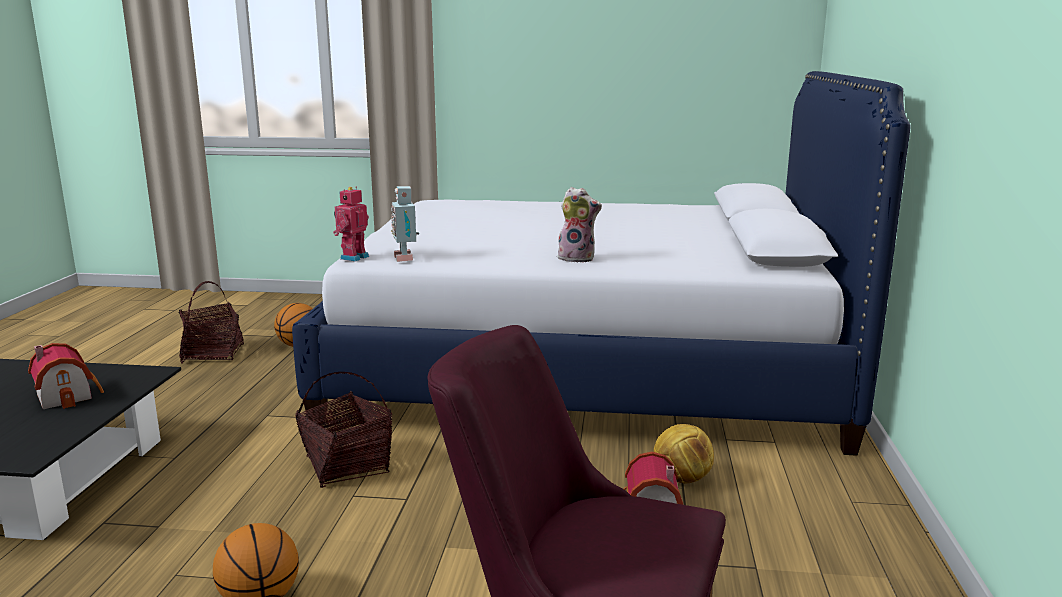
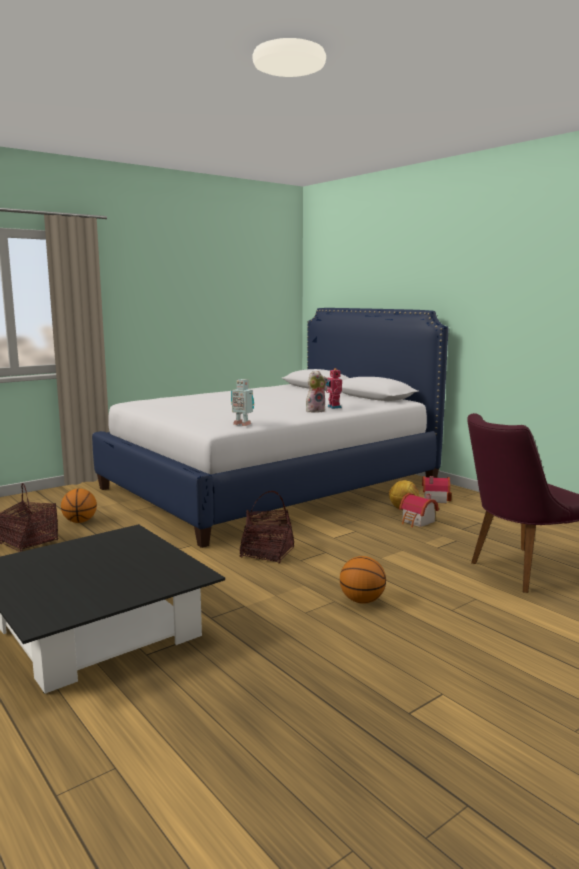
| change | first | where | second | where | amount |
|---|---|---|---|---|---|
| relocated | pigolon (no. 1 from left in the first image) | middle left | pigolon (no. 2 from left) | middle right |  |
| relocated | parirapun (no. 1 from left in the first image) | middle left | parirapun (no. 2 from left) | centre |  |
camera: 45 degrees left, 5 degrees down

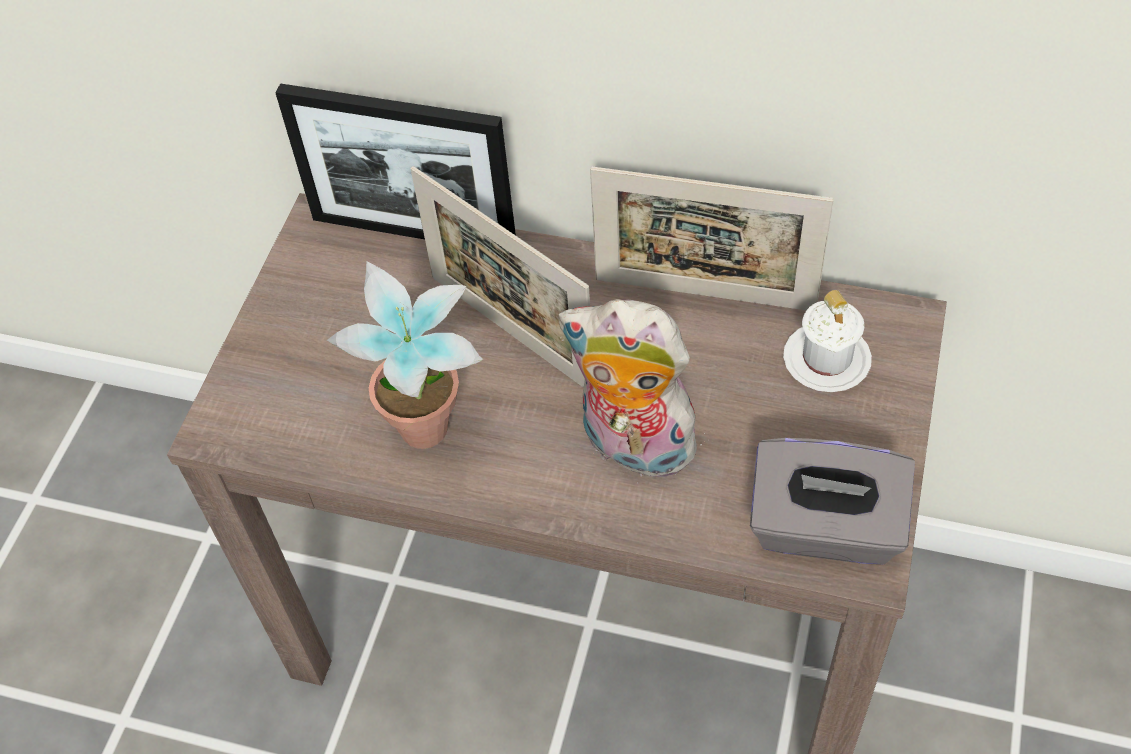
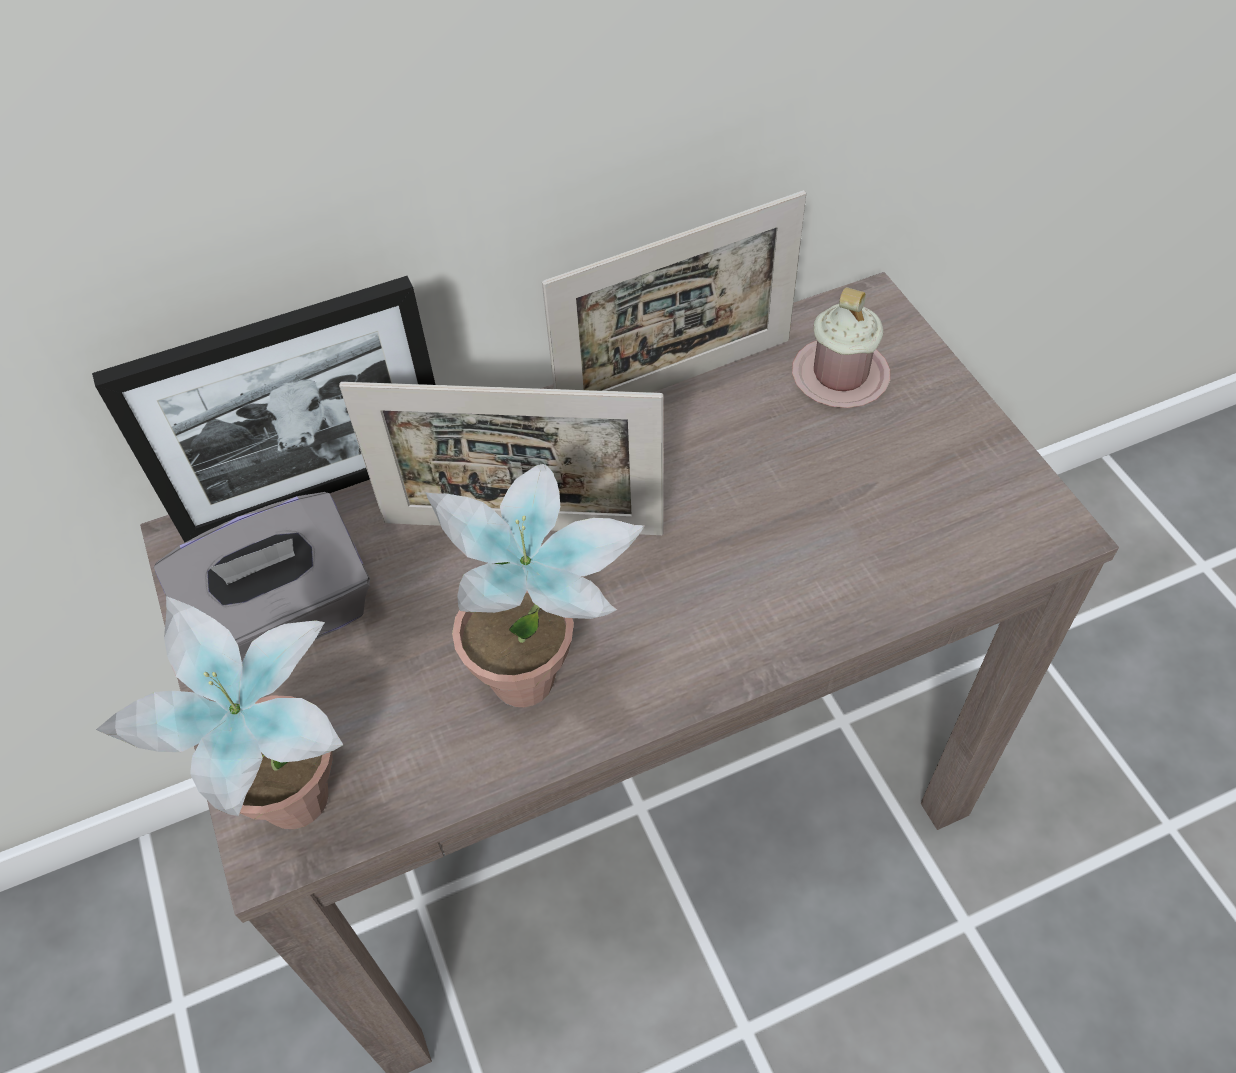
| change | first | where | second | where | amount |
|---|---|---|---|---|---|
| missing | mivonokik | centre |  |  |  |
| relocated | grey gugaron | middle right |  | middle left |  |
| colour | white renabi | middle right | pink renabi | top right |  |
| appeared |  |  | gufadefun (no. 1 from left) | middle left |  |
camera: 40 degrees left, 0 degrees up

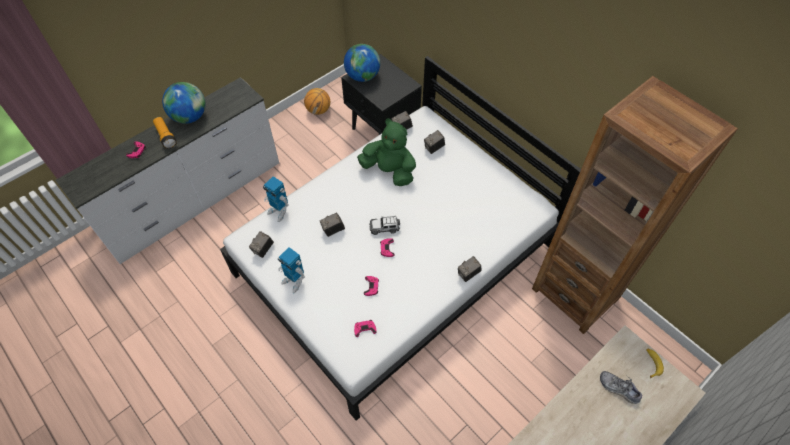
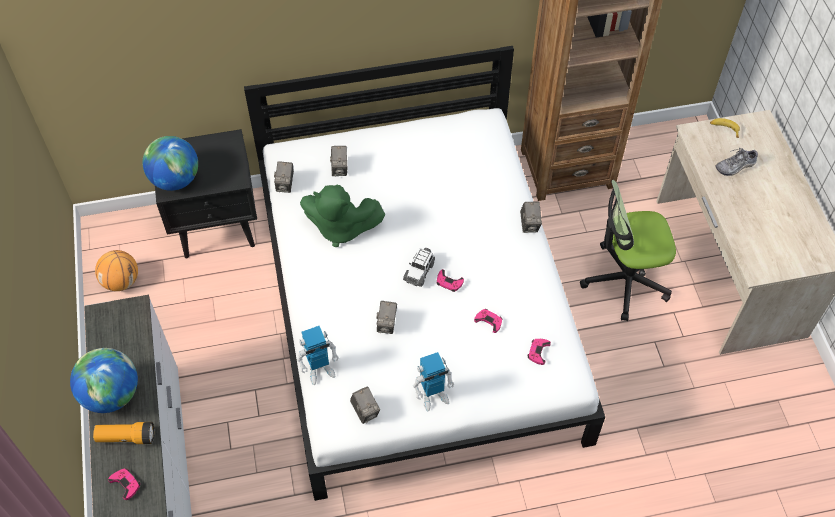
| change | first | where | second | where | amount |
|---|---|---|---|---|---|
| spun | green mivonokik | centre |  | centre | 135 degrees counterclockwise |
| appeared |  |  | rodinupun | middle right |  |
camera: 60 degrees left, 0 degrees up

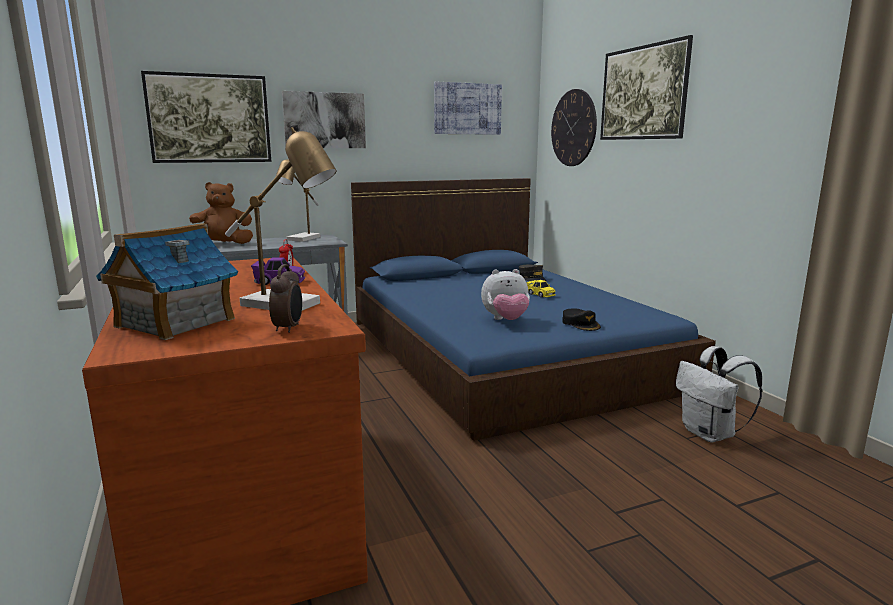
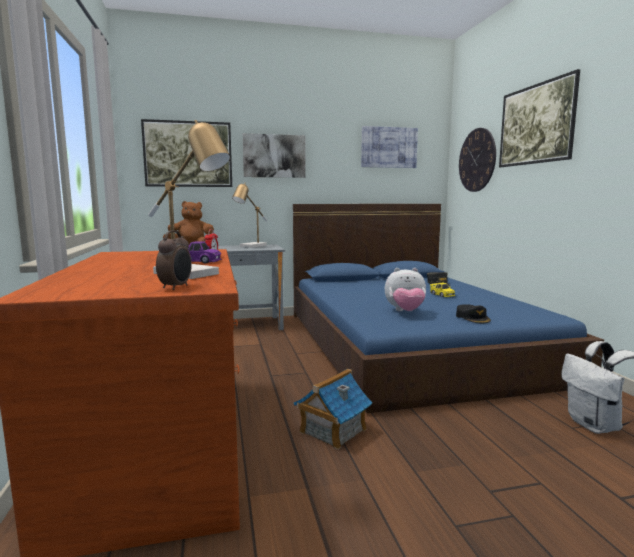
| change | first | where | second | where | amount |
|---|---|---|---|---|---|
| relocated | pigolon | middle left |  | bottom centre |  |
camera: 10 degrees right, 5 degrees down

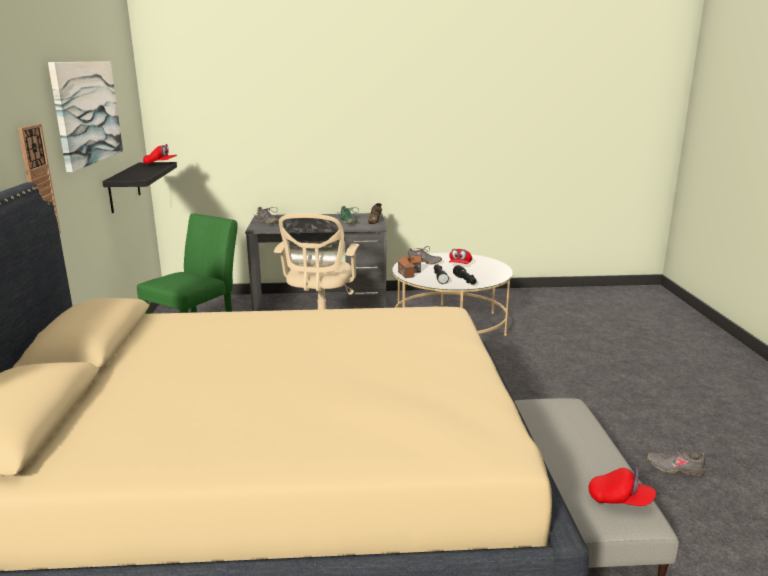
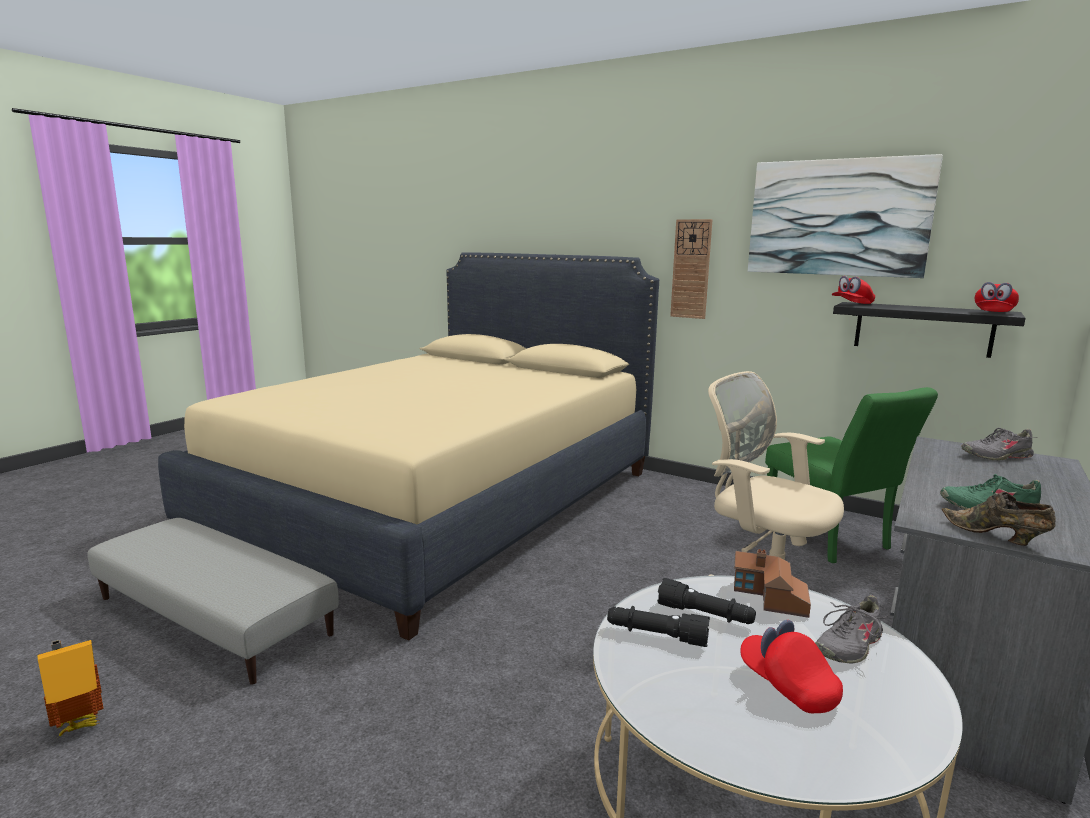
| change | first | where | second | where | amount |
|---|---|---|---|---|---|
| relocated | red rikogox (no. 3 from left in the first image) | bottom right | red rikogox (no. 2 from left) | middle right |  |
| exchanged | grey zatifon (no. 3 from left) | bottom right | pigolon (no. 1 from left) | bottom left |  |
camera: 125 degrees right, 5 degrees down

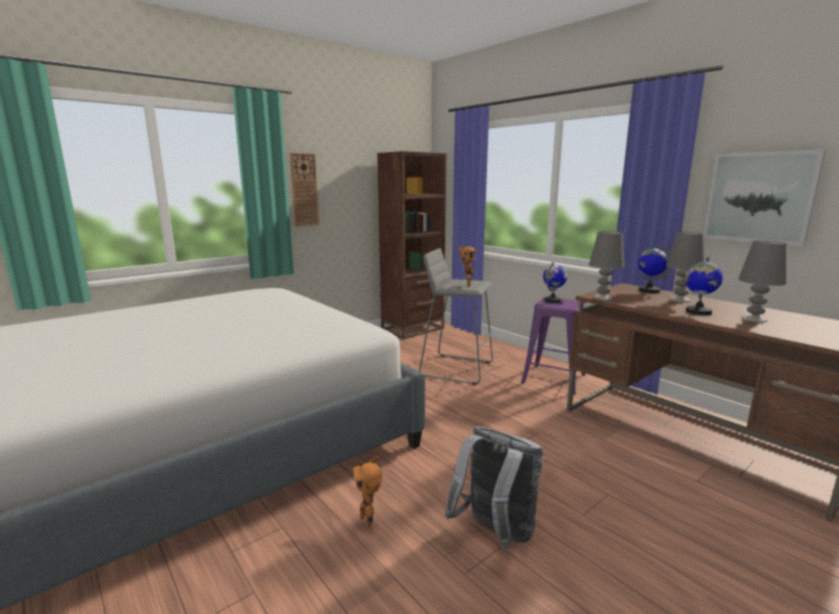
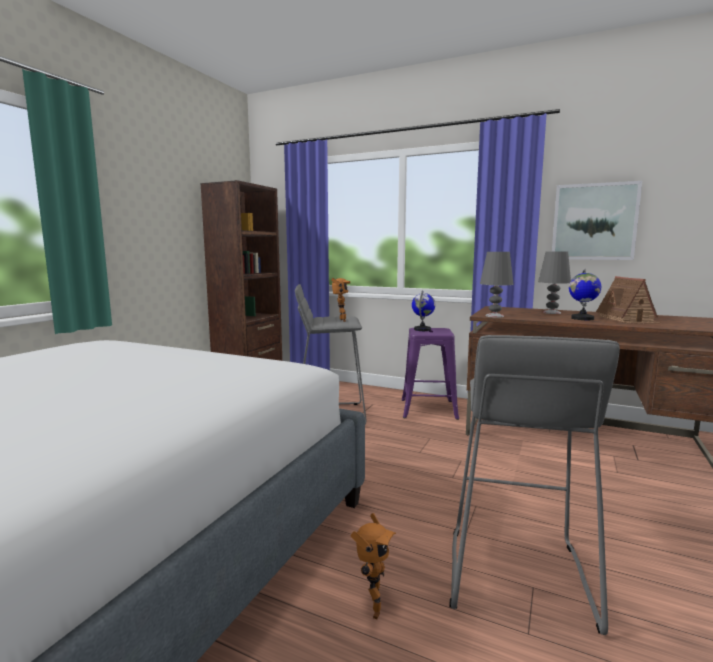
| change | first | where | second | where | amount |
|---|---|---|---|---|---|
| missing | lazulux | top centre |  |  |  |
| spun | parirapun (no. 1 from left in the first image) | bottom centre | parirapun (no. 2 from left) | bottom centre | 120 degrees counterclockwise |
| exchanged | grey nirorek | bottom centre | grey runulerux (no. 2 from left) | bottom right |  |
| missing | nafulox (no. 2 from left) | middle right |  |  |  |
| exchanged | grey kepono (no. 3 from left) | middle right | pigolon | middle right |  |
camera: 25 degrees left, 5 degrees down

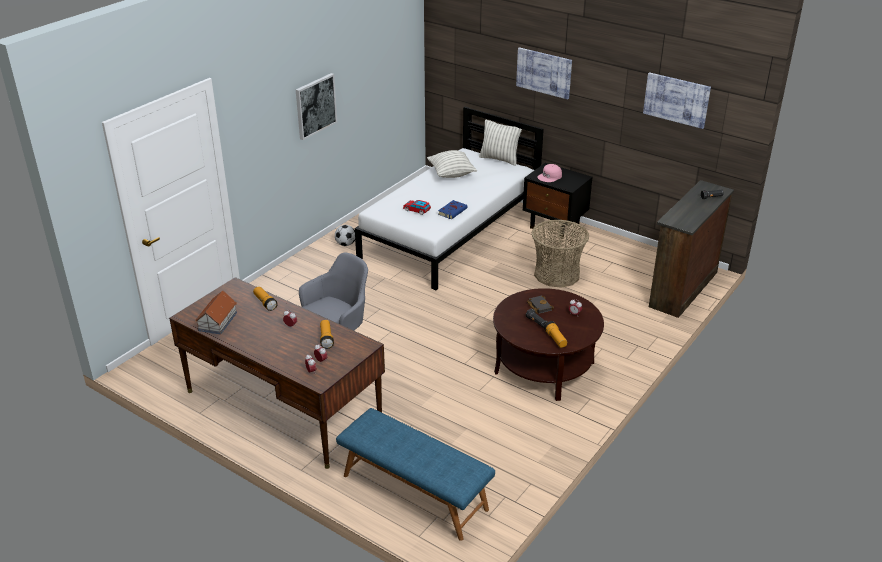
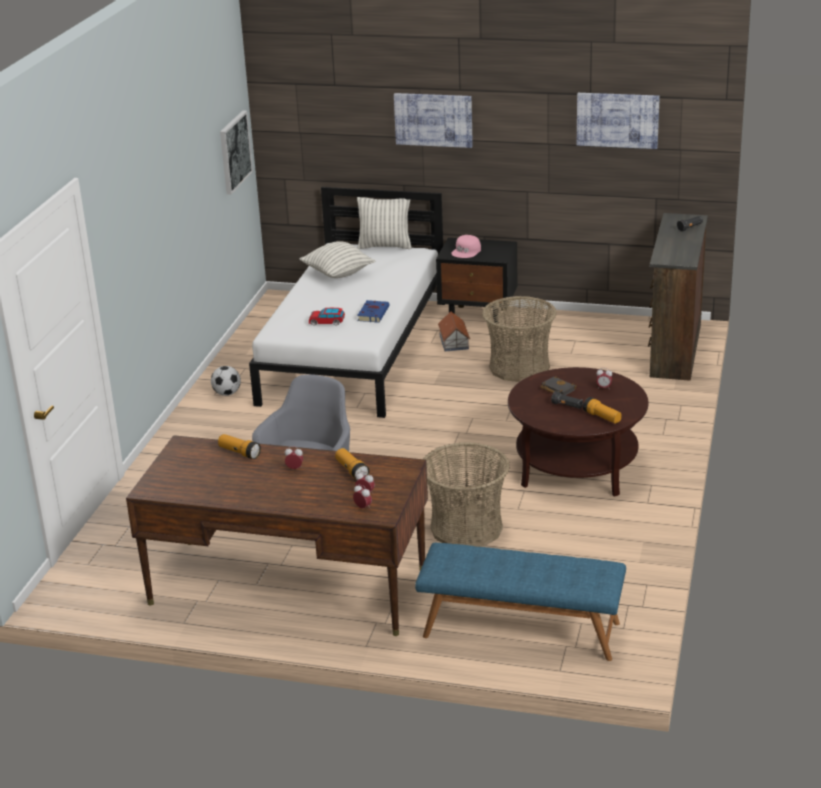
| change | first | where | second | where | amount |
|---|---|---|---|---|---|
| relocated | pigolon | middle left |  | centre |  |
| relocated | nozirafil (no. 1 from left) | top centre |  | top left |  |
| appeared |  |  | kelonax (no. 1 from left) | centre |  |
camera: 20 degrees left, 5 degrees down

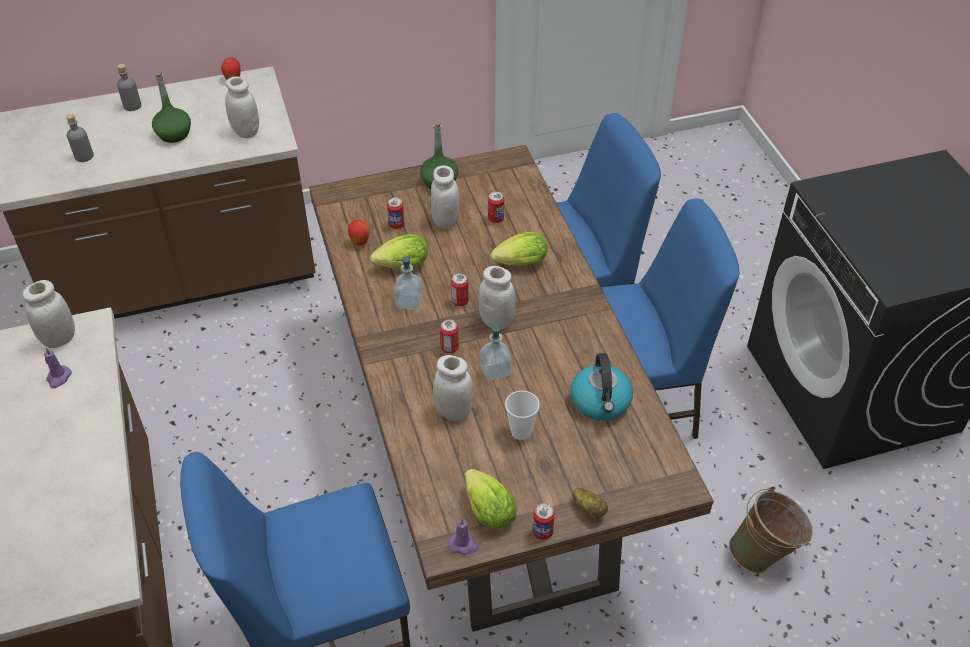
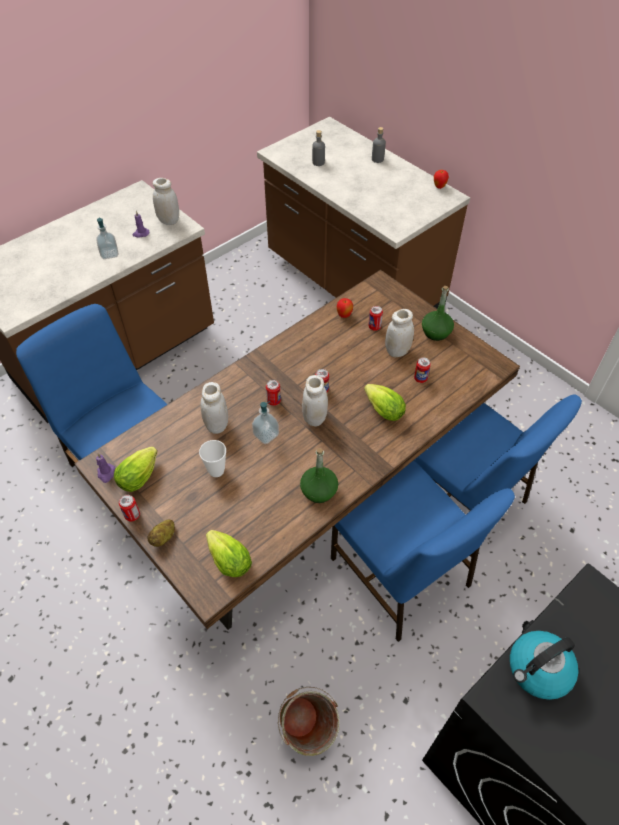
| change | first | where | second | where | amount |
|---|---|---|---|---|---|
| relocated | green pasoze (no. 1 from left) | top left |  | centre |  |
| missing | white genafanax (no. 2 from left) | top left |  |  |  |
| relocated | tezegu (no. 1 from left in the first image) | centre | tezegu (no. 2 from left) | bottom centre |  |
| relocated | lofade (no. 1 from left) | centre |  | top left |  |
| relocated | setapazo | centre |  | bottom right |  |
camera: 65 degrees right, 5 degrees up

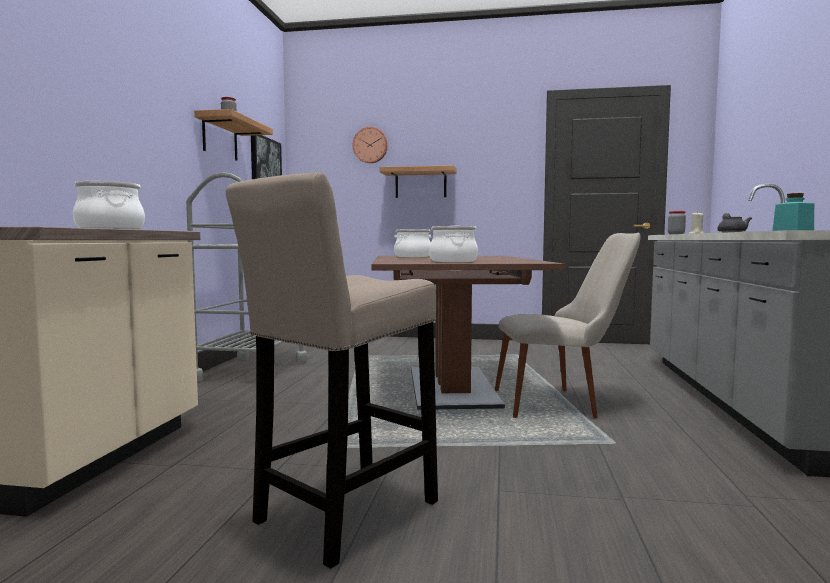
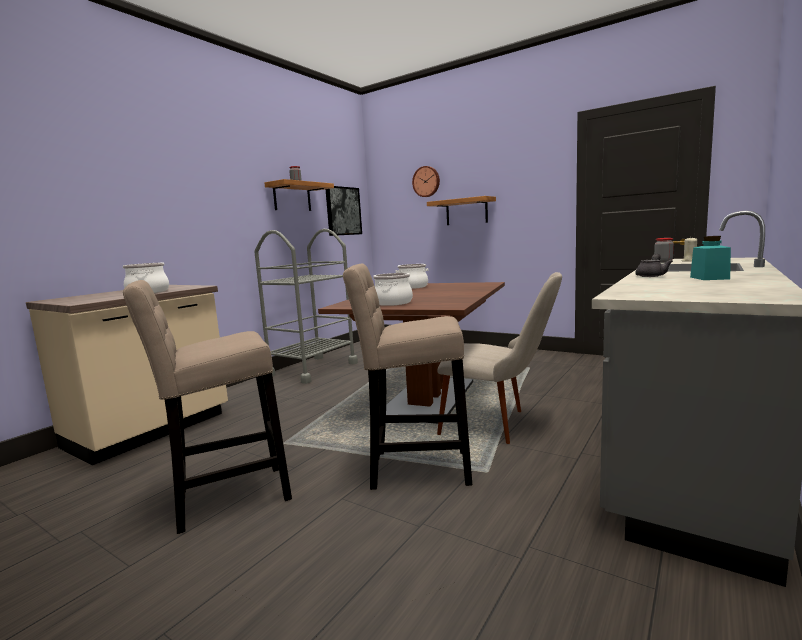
| change | first | where | second | where | amount |
|---|---|---|---|---|---|
| appeared |  |  | beige runulerux (no. 2 from left) | centre |  |
camera: 25 degrees right, 5 degrees up

